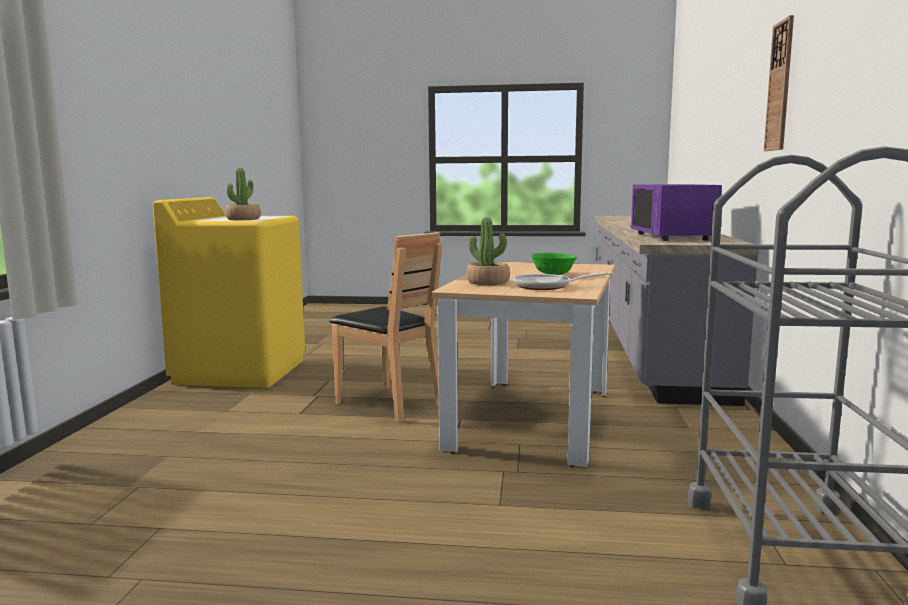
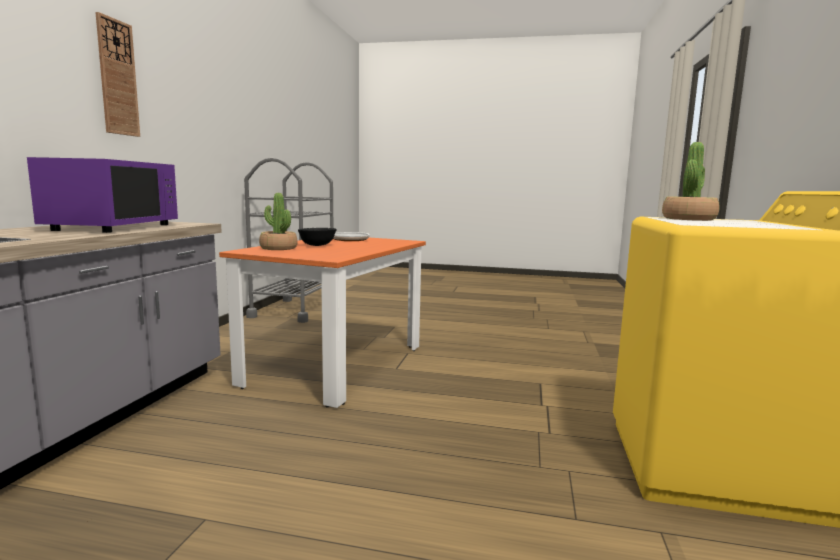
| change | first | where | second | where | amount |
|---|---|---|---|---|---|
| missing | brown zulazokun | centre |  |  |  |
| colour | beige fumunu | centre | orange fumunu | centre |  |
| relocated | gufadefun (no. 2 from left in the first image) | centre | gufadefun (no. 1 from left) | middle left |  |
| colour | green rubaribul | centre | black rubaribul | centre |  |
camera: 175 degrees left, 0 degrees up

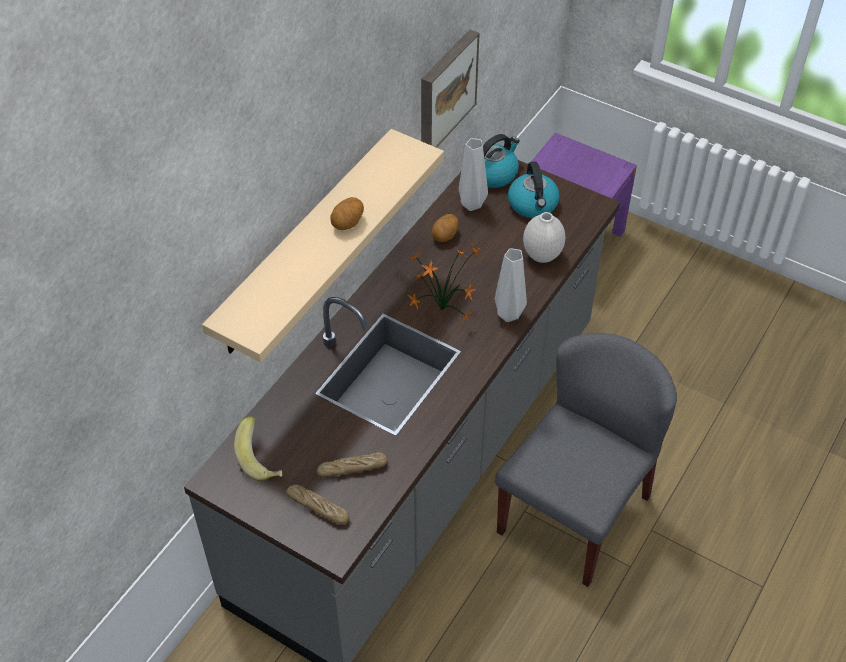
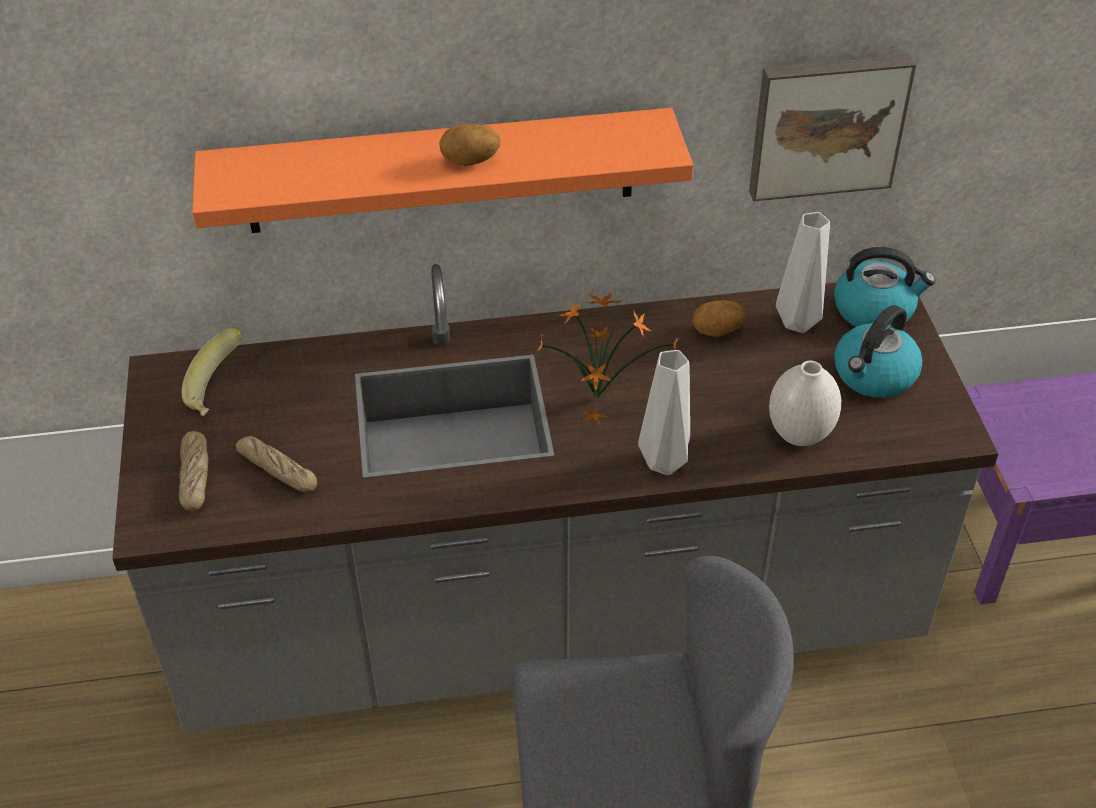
| change | first | where | second | where | amount |
|---|---|---|---|---|---|
| colour | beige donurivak | centre | orange donurivak | top centre |  |
camera: 50 degrees right, 5 degrees down

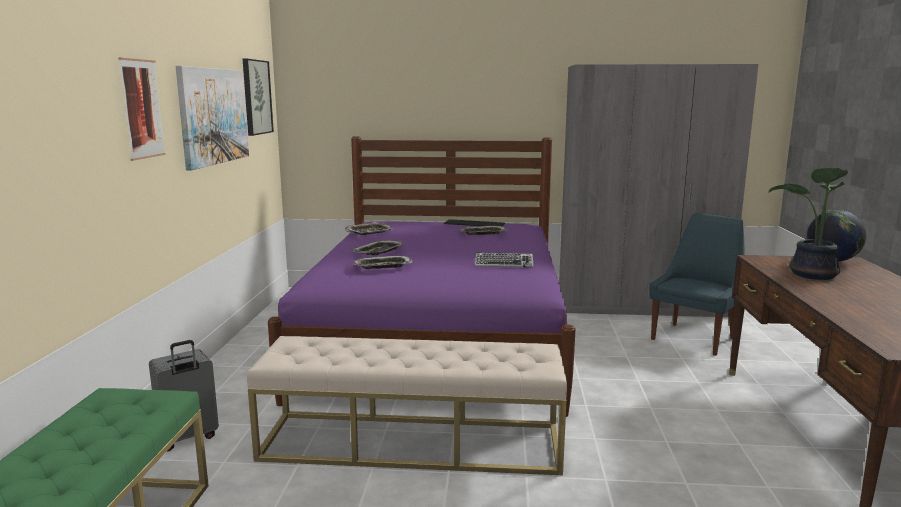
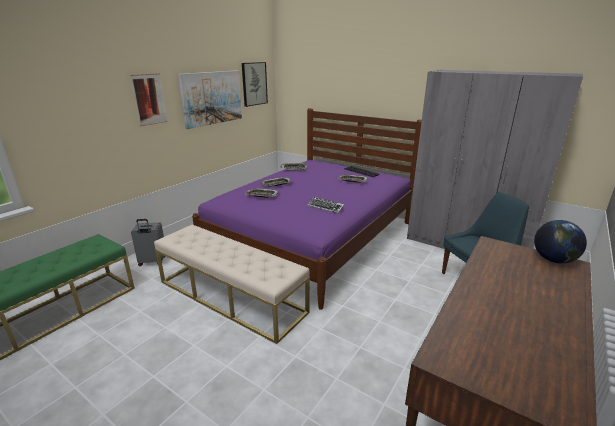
| change | first | where | second | where | amount |
|---|---|---|---|---|---|
| missing | gufadefun | middle right |  |  |  |
camera: 30 degrees right, 10 degrees up

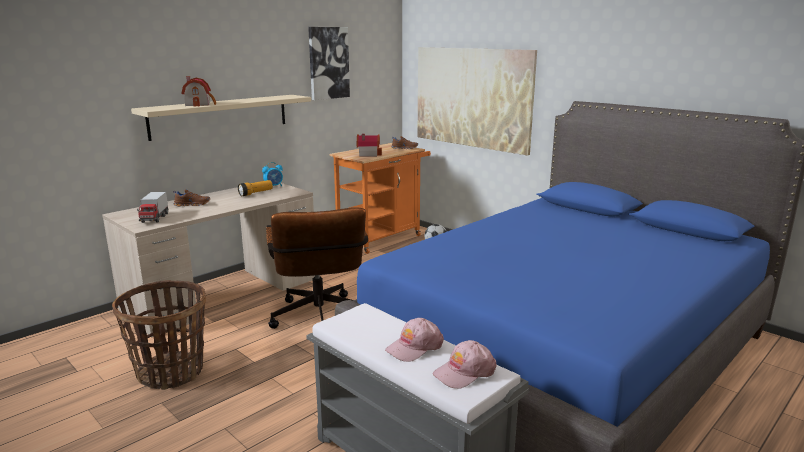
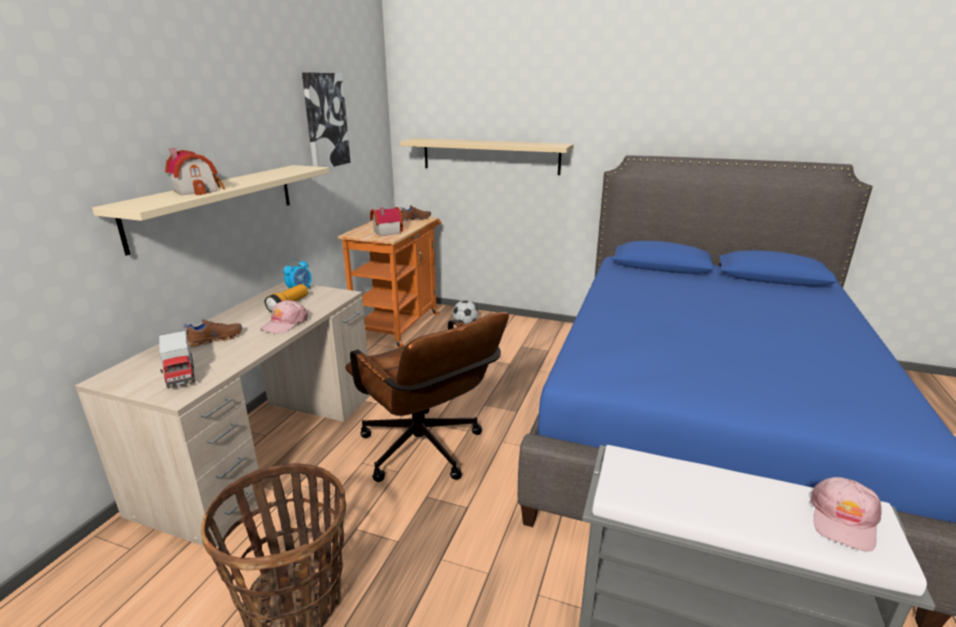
| change | first | where | second | where | amount |
|---|---|---|---|---|---|
| relocated | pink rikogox (no. 1 from left) | bottom centre |  | middle left |  |
| exchanged | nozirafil (no. 2 from left) | top centre | beige donurivak (no. 2 from left) | top centre |  |
camera: 25 degrees left, 5 degrees up

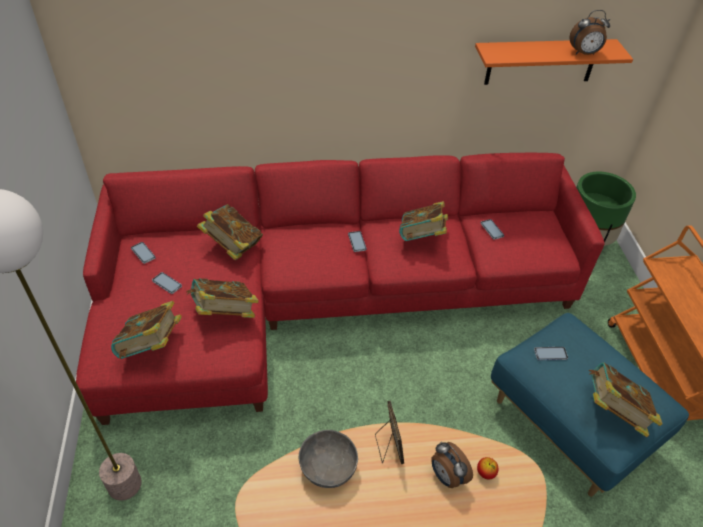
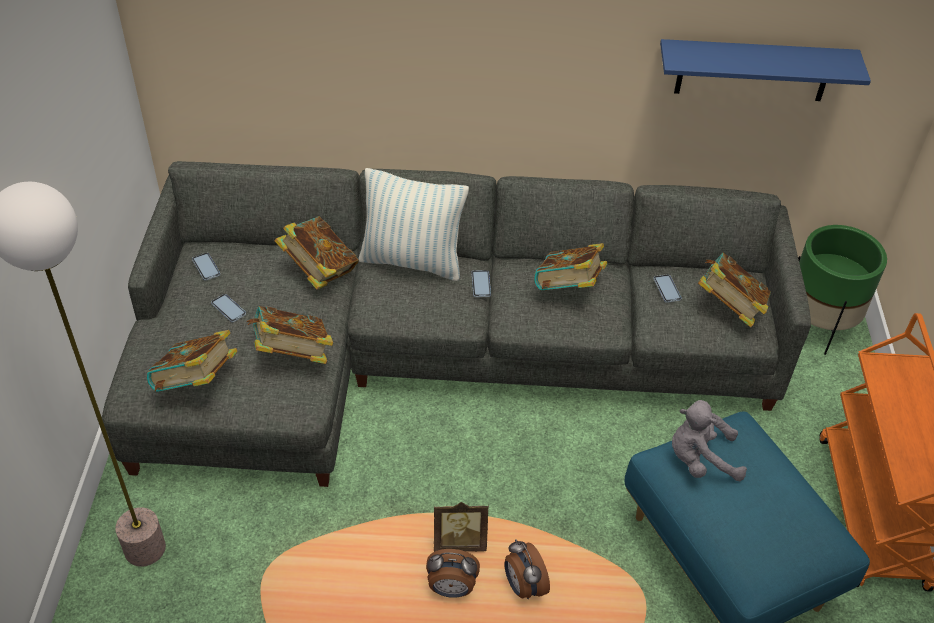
| change | first | where | second | where | amount |
|---|---|---|---|---|---|
| colour | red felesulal | centre | grey felesulal | centre |  |
| missing | grey rubaribul | bottom centre |  |  |  |
| spun | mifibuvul | bottom centre |  | bottom centre | 90 degrees clockwise |
| colour | orange donurivak | top right | blue donurivak | top right |  |
| missing | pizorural | bottom right |  |  |  |
| exchanged | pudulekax (no. 5 from left) | bottom right | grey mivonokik | bottom right |  |
| relocated | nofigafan (no. 2 from left in the first image) | top right | nofigafan (no. 1 from left) | bottom centre |  |
| relocated | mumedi (no. 5 from left) | bottom right |  | middle right |  |
| appeared |  |  | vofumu | centre |  |
camera: 10 degrees right, 0 degrees up

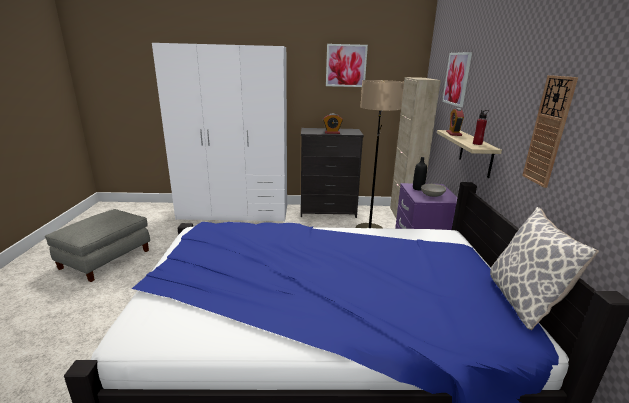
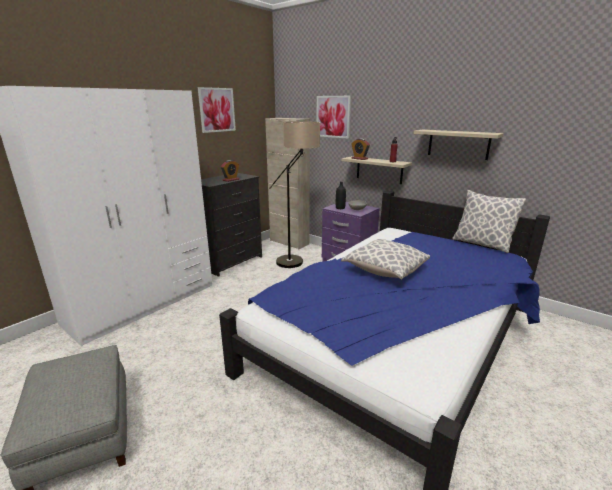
| change | first | where | second | where | amount |
|---|---|---|---|---|---|
| exchanged | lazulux | top right | donurivak (no. 2 from left) | top right |  |
| appeared |  |  | vofumu (no. 1 from left) | centre |  |
camera: 50 degrees left, 0 degrees up

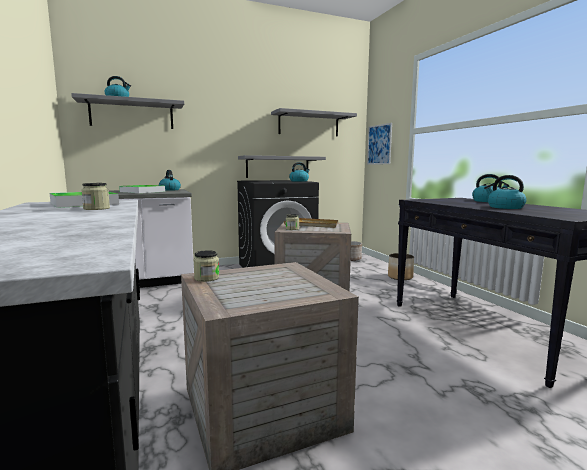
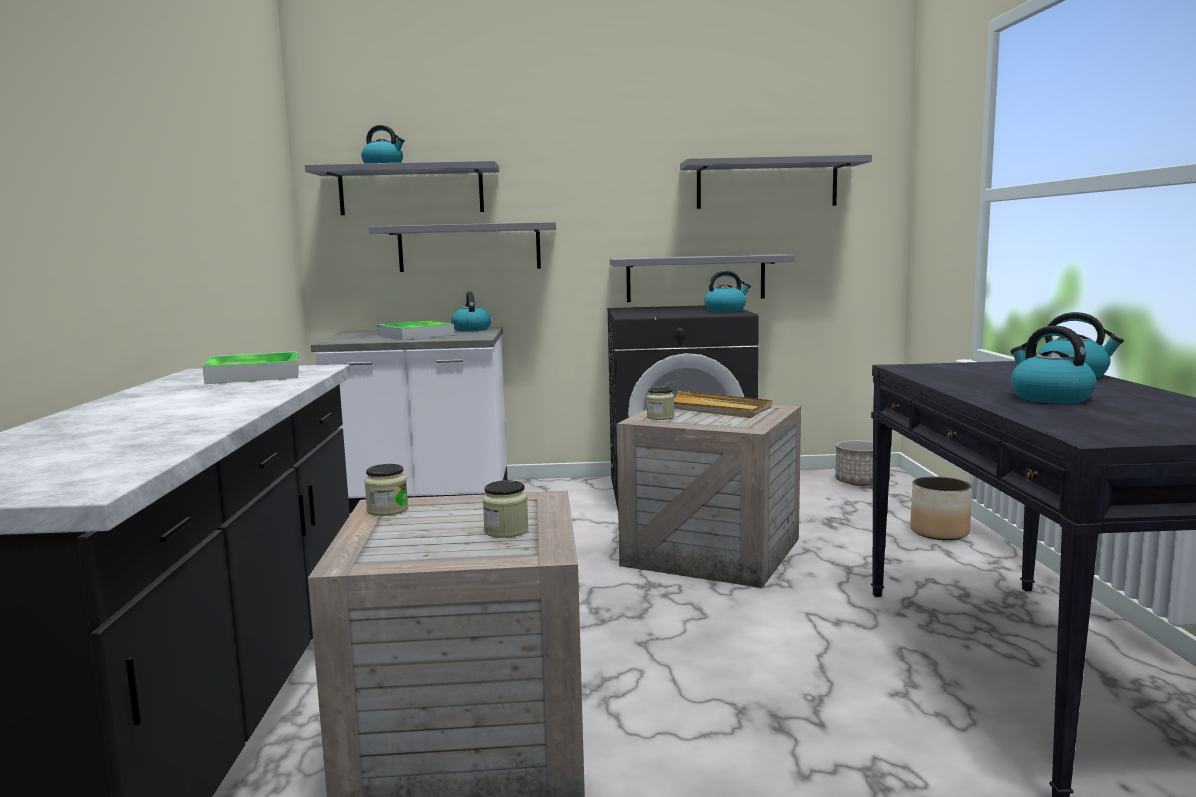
| change | first | where | second | where | amount |
|---|---|---|---|---|---|
| relocated | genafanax (no. 1 from left in the first image) | middle left | genafanax (no. 2 from left) | centre |  |
| missing | nozirafil | top centre |  |  |  |
| appeared |  |  | grey donurivak (no. 2 from left) | top centre |  |
camera: 20 degrees right, 0 degrees up

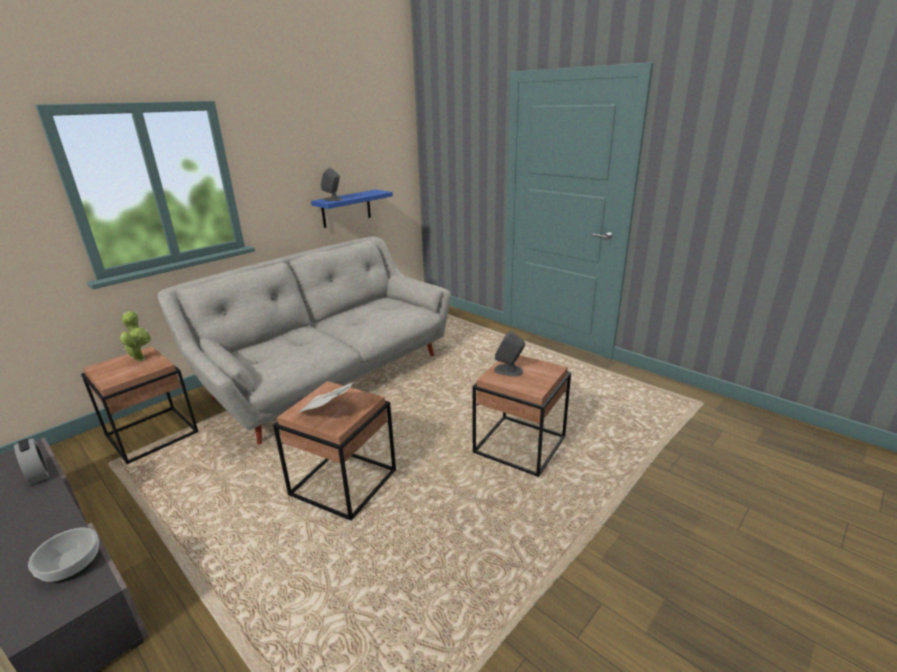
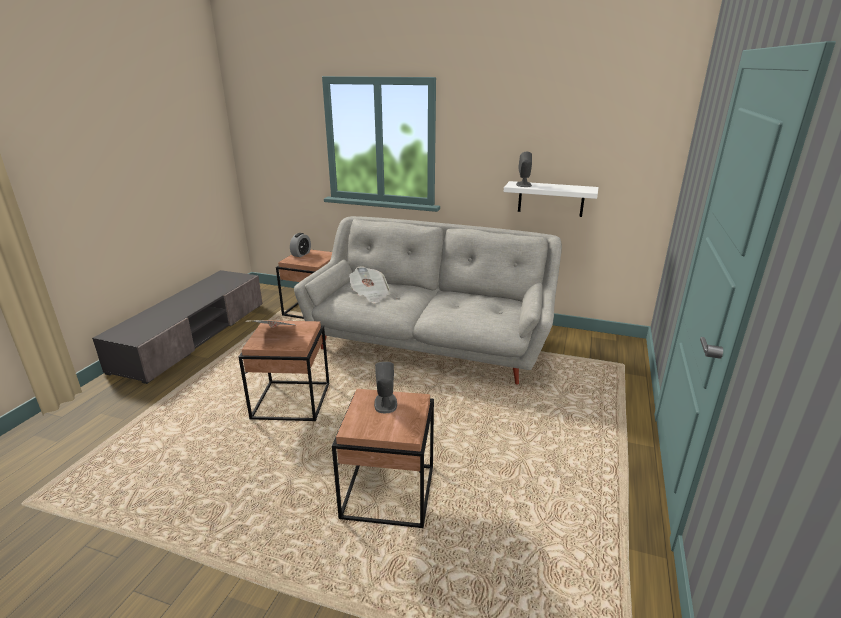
| change | first | where | second | where | amount |
|---|---|---|---|---|---|
| relocated | nofigafan | bottom left |  | centre |  |
| missing | rubaribul | bottom left |  |  |  |
| missing | gufadefun | middle left |  |  |  |
| colour | blue donurivak | top centre | white donurivak | top centre |  |
| appeared |  |  | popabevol (no. 2 from left) | centre |  |
camera: 65 degrees right, 0 degrees up

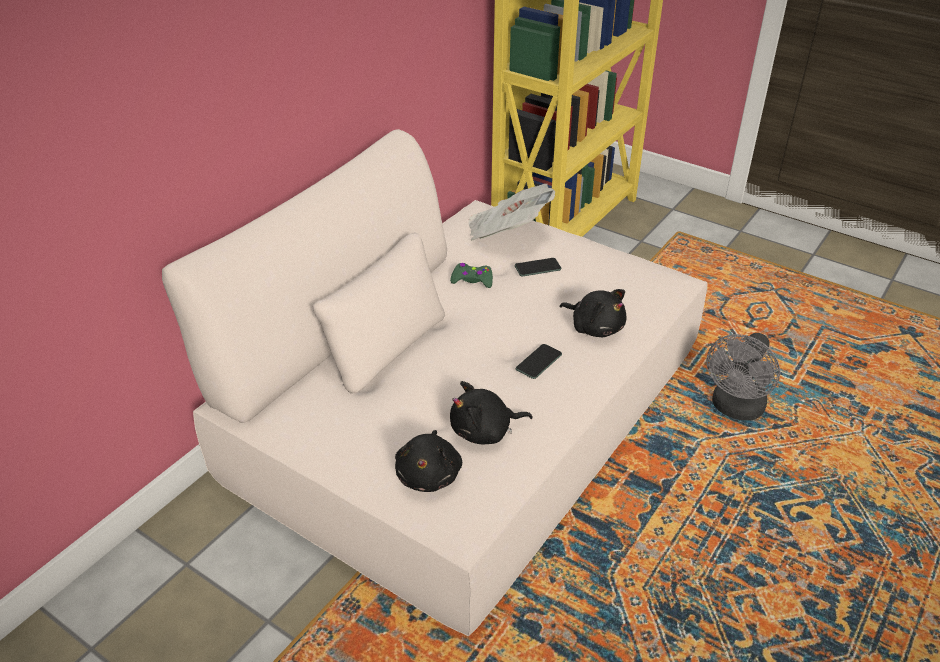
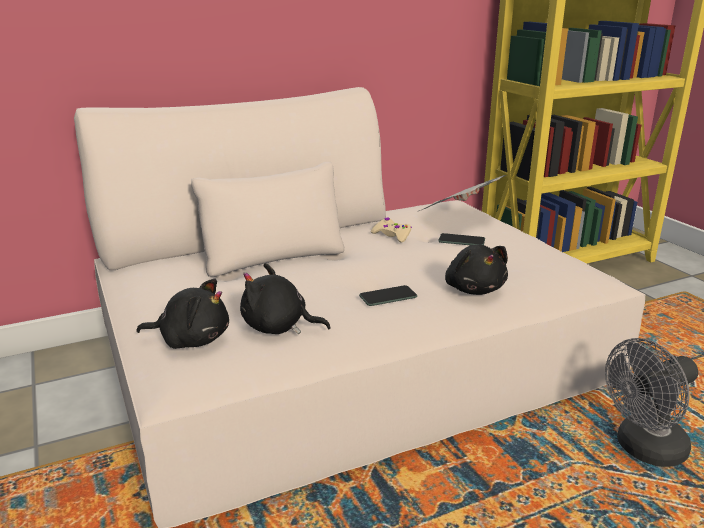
| change | first | where | second | where | amount |
|---|---|---|---|---|---|
| spun | black mivonokik (no. 1 from left) | bottom centre |  | middle left | 120 degrees counterclockwise |
| colour | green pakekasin | centre | beige pakekasin | centre |  |
camera: 30 degrees right, 15 degrees down

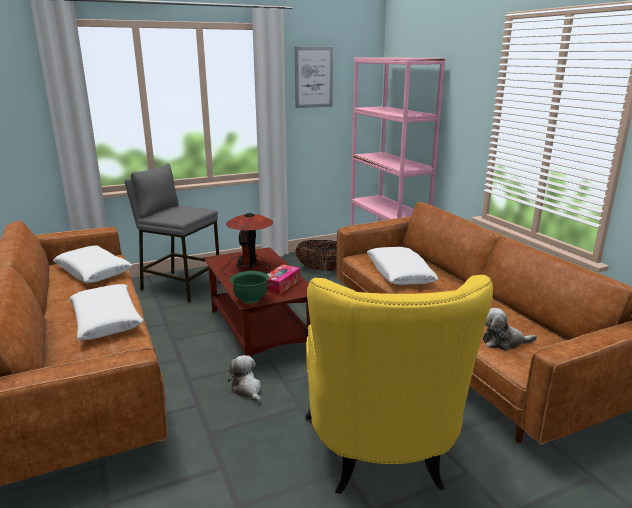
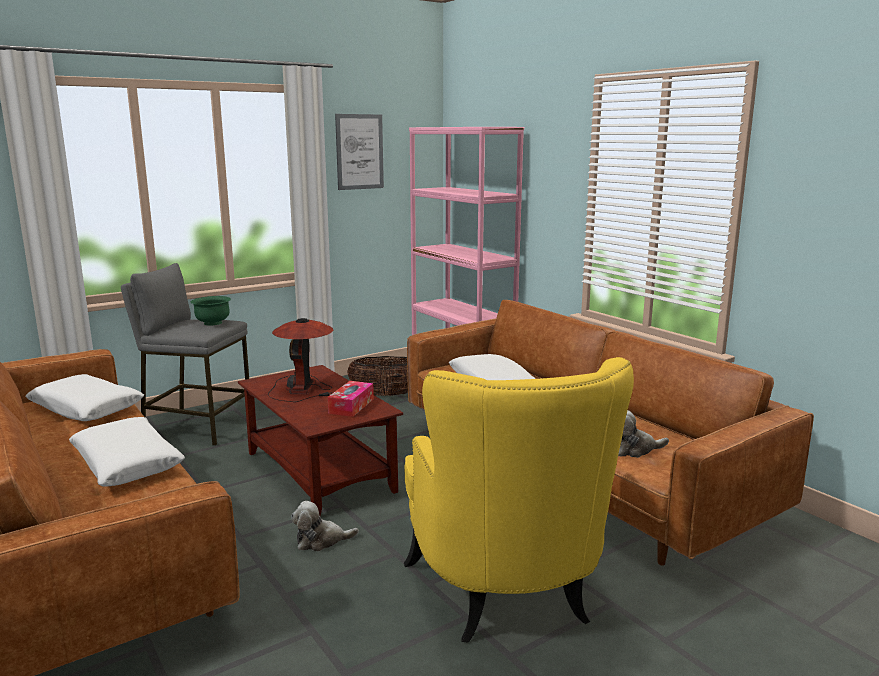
| change | first | where | second | where | amount |
|---|---|---|---|---|---|
| spun | mivonokik (no. 1 from left) | bottom centre |  | bottom centre | 60 degrees counterclockwise |
| relocated | green rubaribul | centre |  | middle left |  |
camera: 10 degrees left, 5 degrees down

